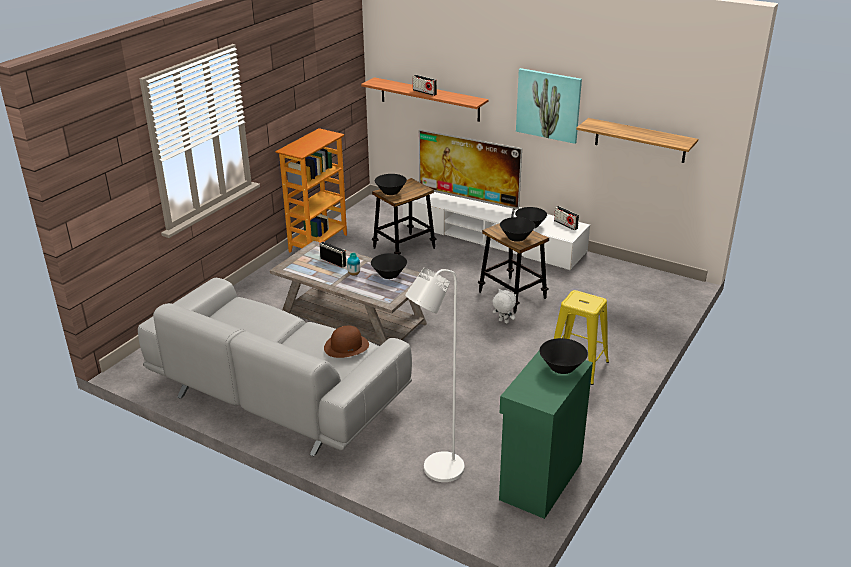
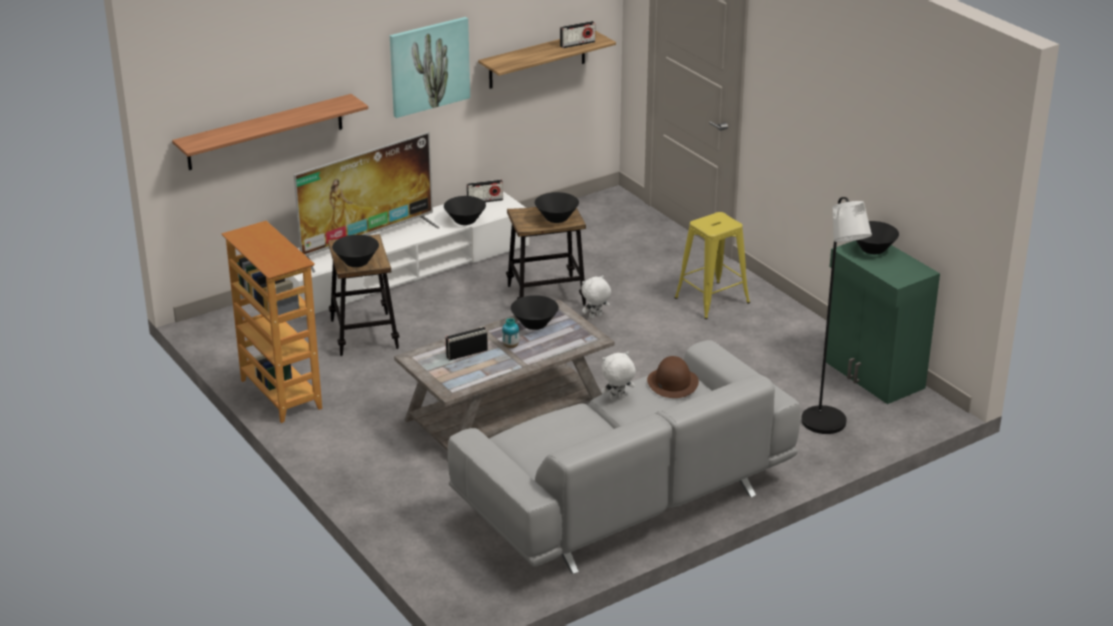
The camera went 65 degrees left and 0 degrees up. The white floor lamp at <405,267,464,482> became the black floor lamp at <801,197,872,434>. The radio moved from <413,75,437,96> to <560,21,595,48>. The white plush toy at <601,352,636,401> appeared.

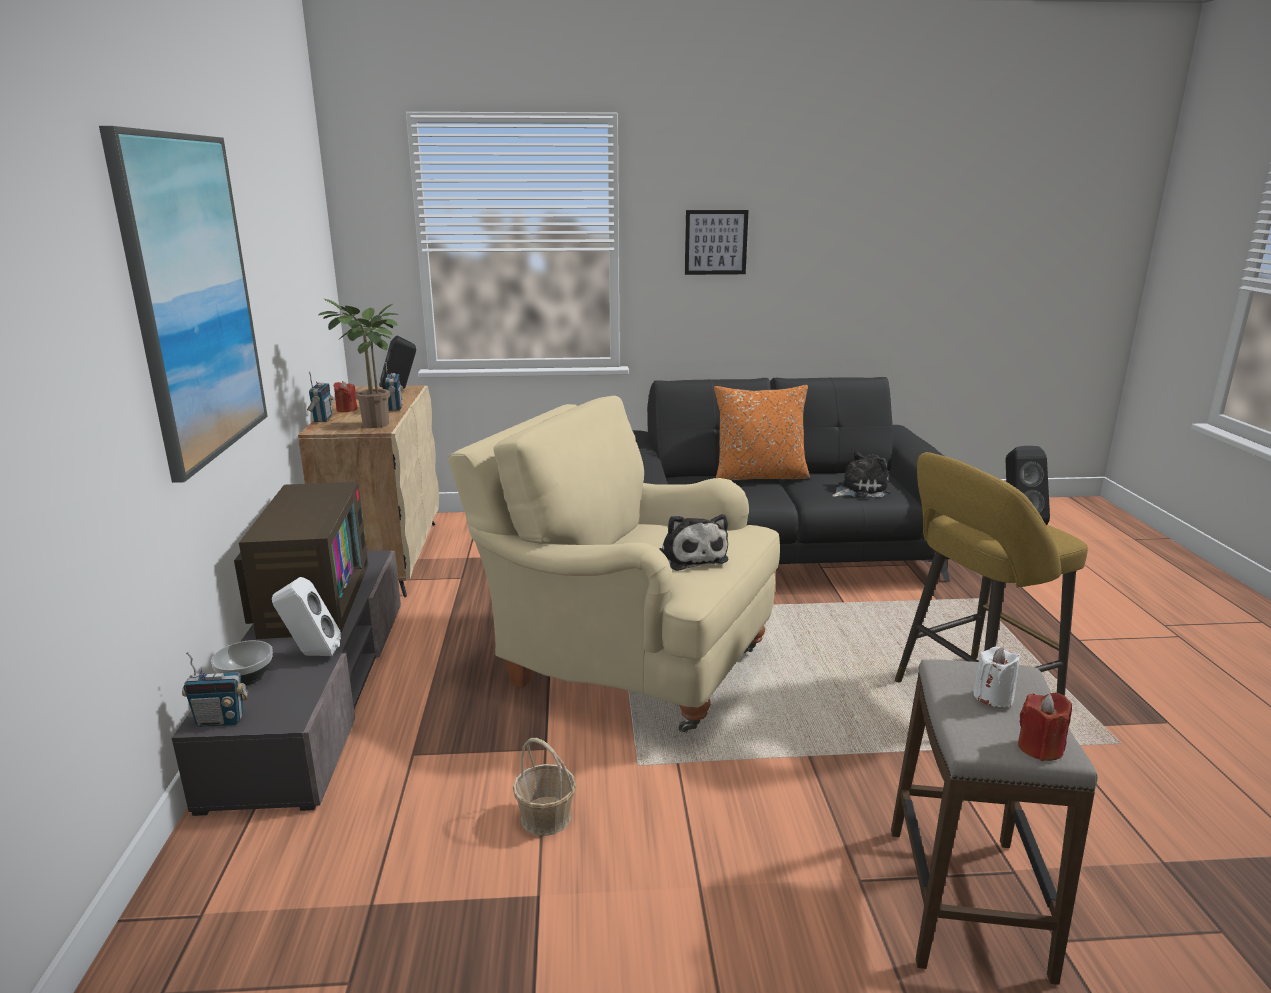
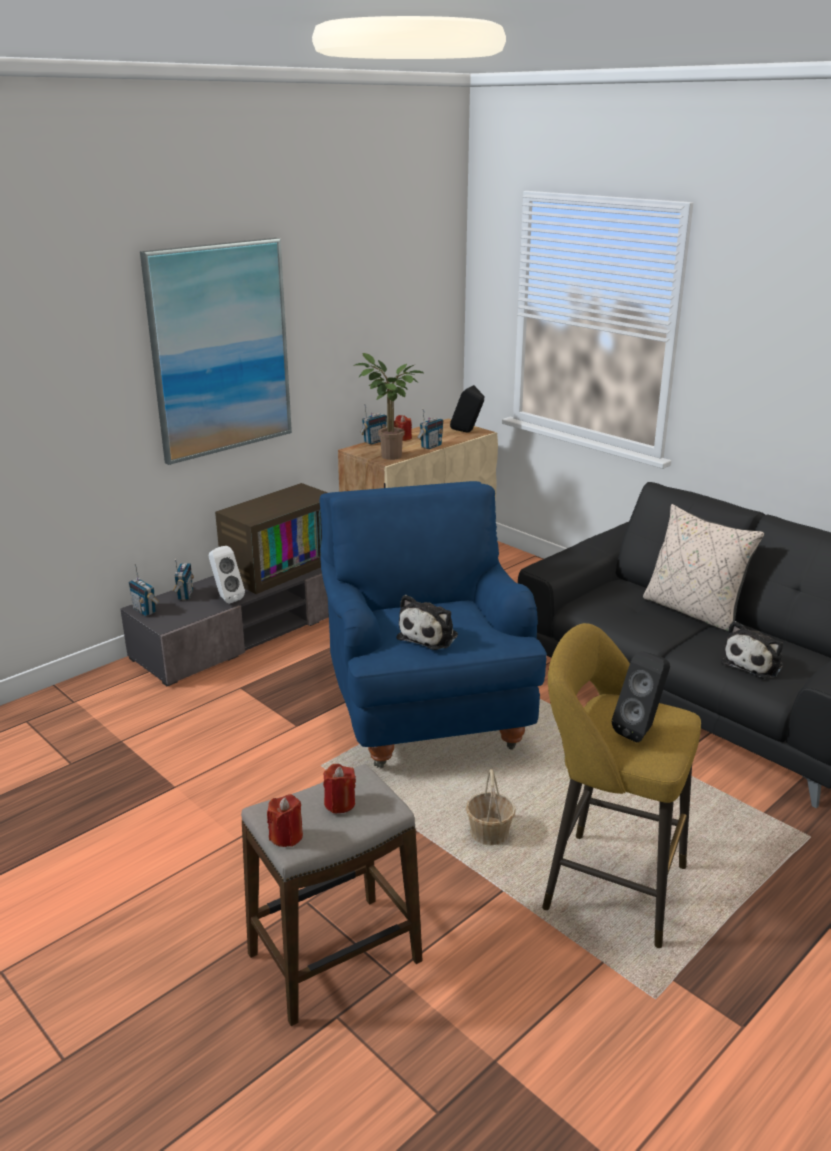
The camera went 50 degrees right and 5 degrees up. The bowl at <211,640,273,686> was replaced by the radio at <173,559,194,600>. The beige armchair at <448,396,780,733> became the blue armchair at <320,481,547,768>. The basket moved from <513,738,577,836> to <466,769,516,846>. The picture at <685,210,748,275> disappeared. The orange pillow at <714,385,810,480> became the beige pillow at <643,504,764,631>. The plush toy at <832,451,891,498> turned 105 degrees clockwise. The white candle at <973,647,1021,707> became the red candle at <323,764,356,813>.

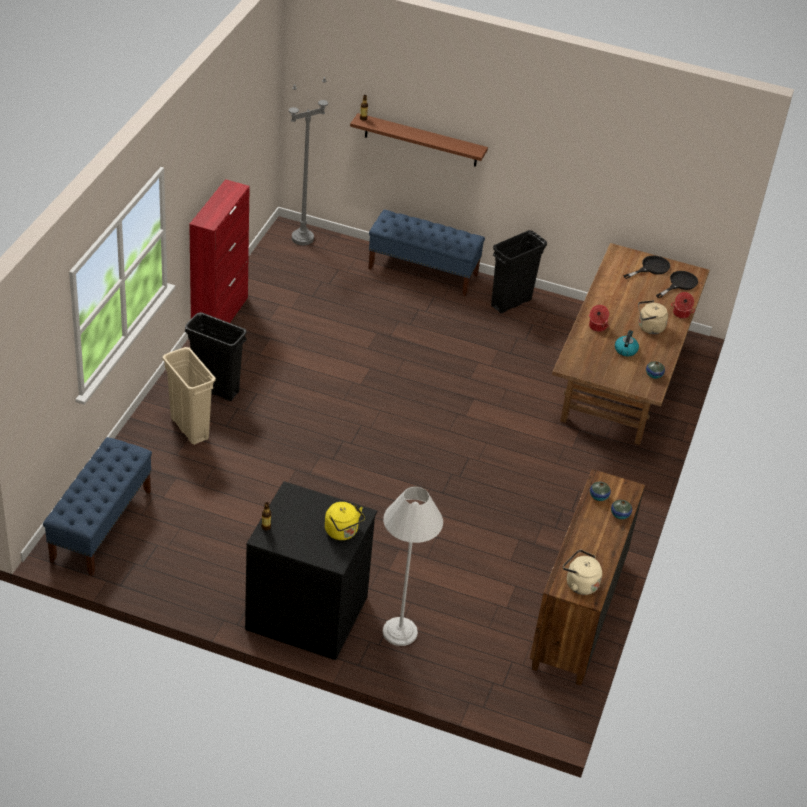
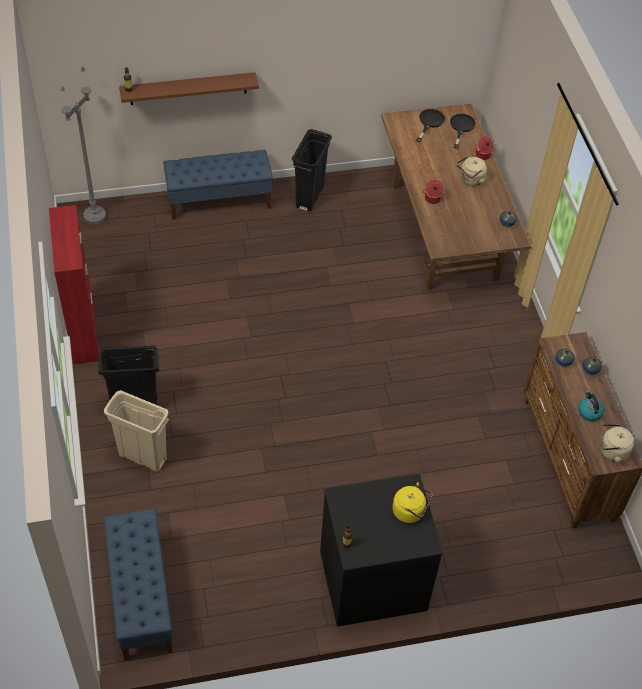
The camera went 30 degrees left and 10 degrees up. The white floor lamp at <383,486,443,646> disappeared. The kettle moved from <615,330,639,356> to <578,391,604,421>.

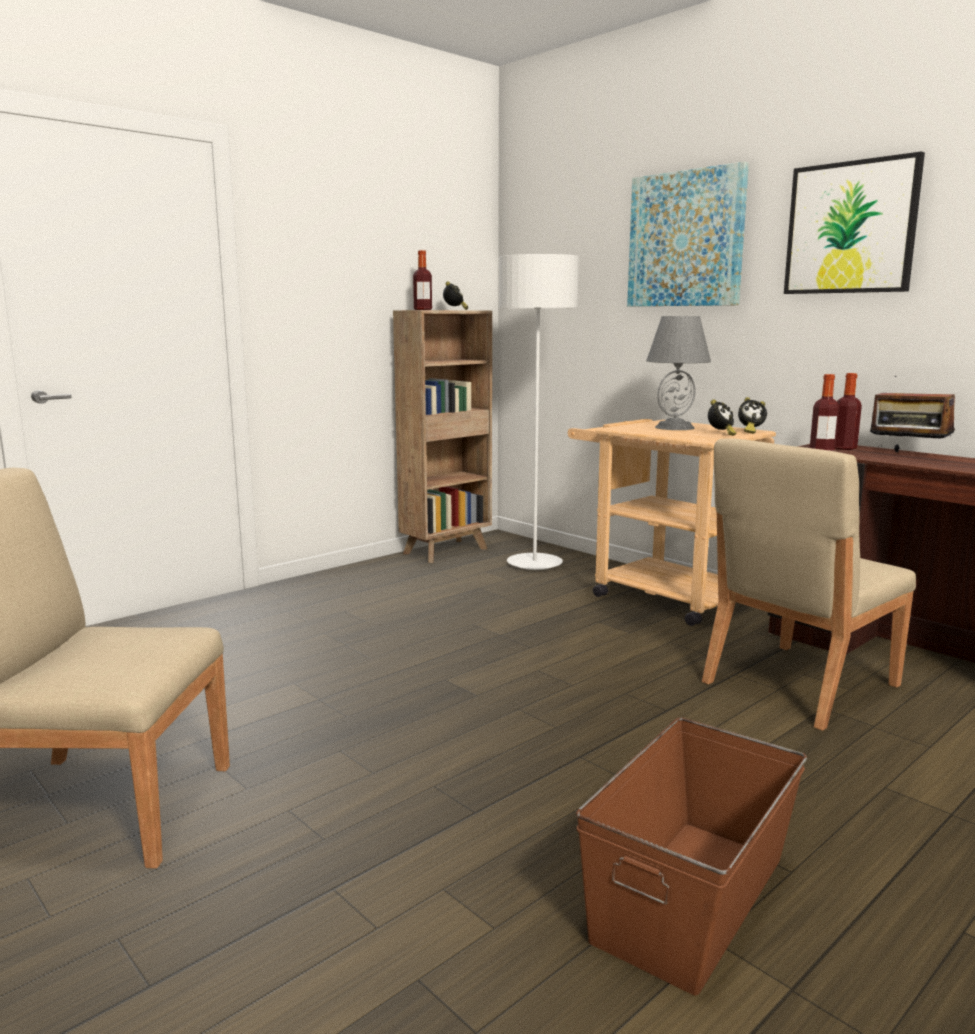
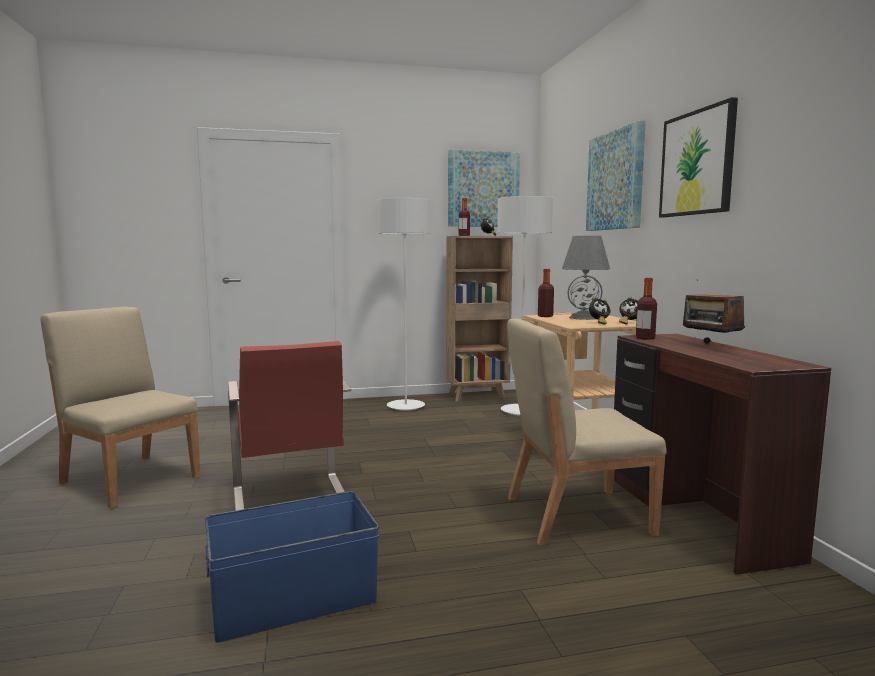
The camera went 30 degrees right and 5 degrees down. The brown storage box at <576,717,807,996> became the blue storage box at <205,491,379,643>. The bottle moved from <835,373,862,450> to <538,269,554,317>. The red chair at <228,341,351,510> appeared. The white floor lamp at <378,198,430,411> appeared. The picture at <448,149,520,227> appeared.

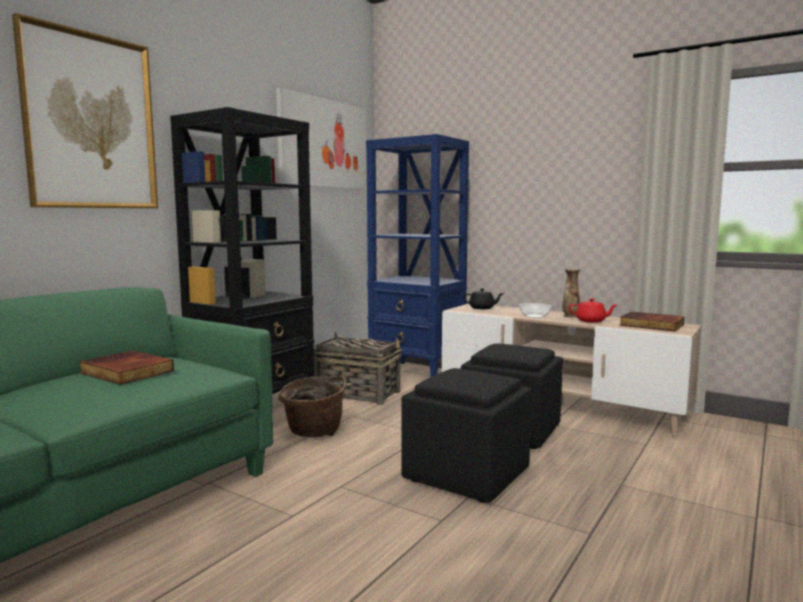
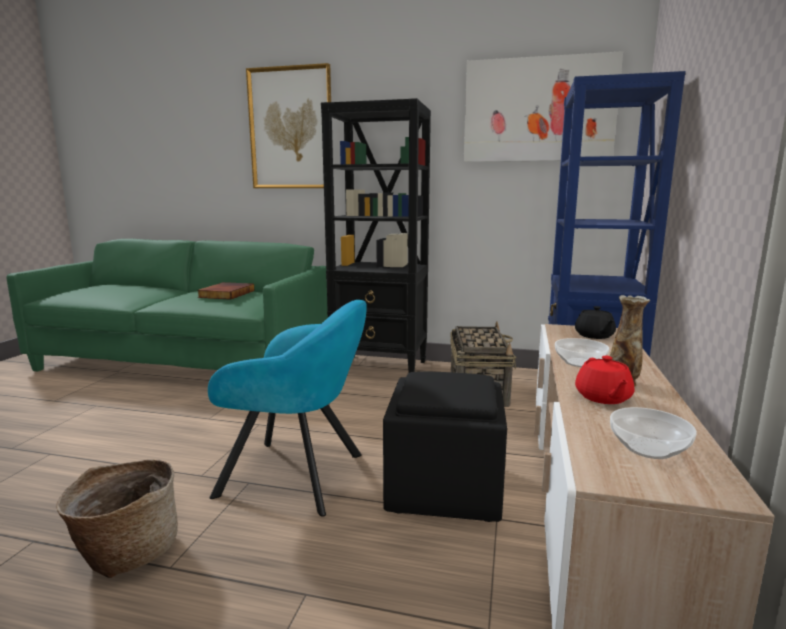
The camera went 70 degrees right and 5 degrees up. The basket moved from <278,375,346,437> to <56,459,178,578>. The black ottoman at <401,368,532,503> was replaced by the turquoise armchair at <208,300,367,517>. The book at <619,311,684,332> was replaced by the bowl at <610,407,697,459>.

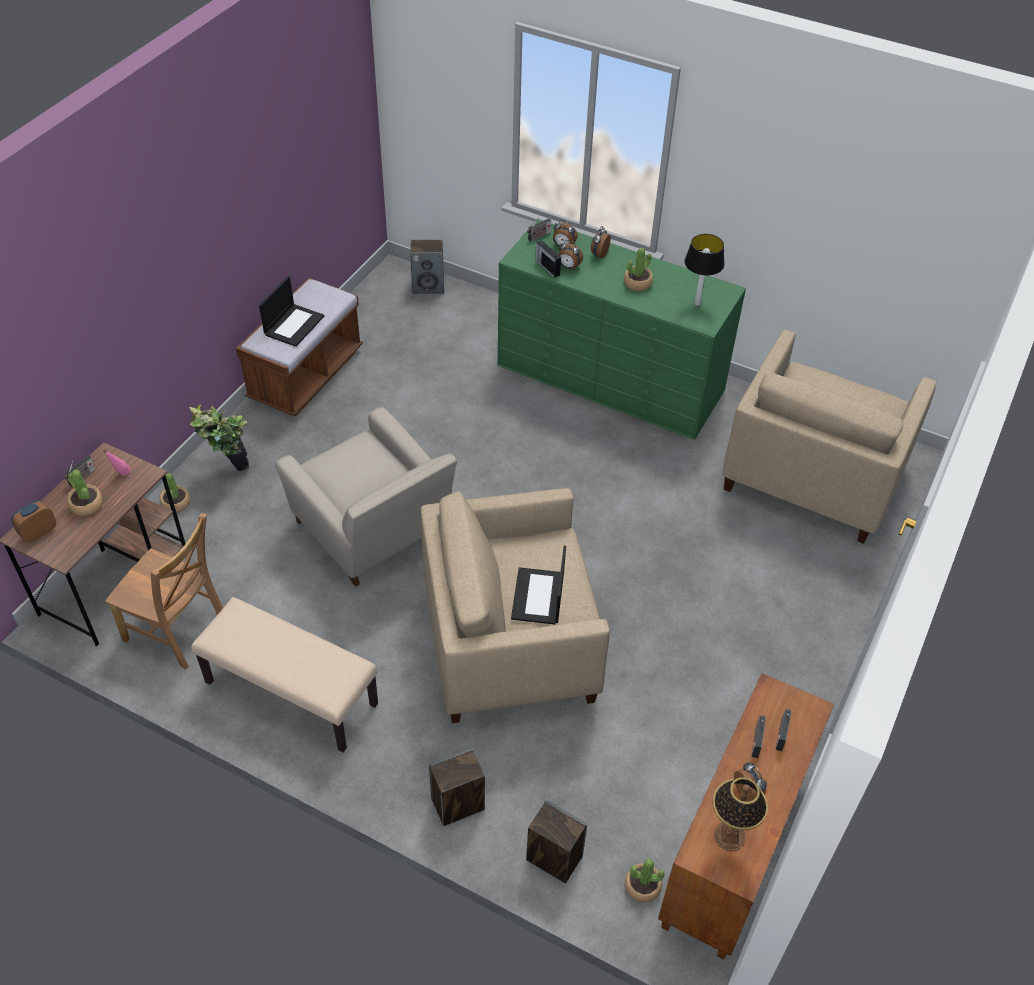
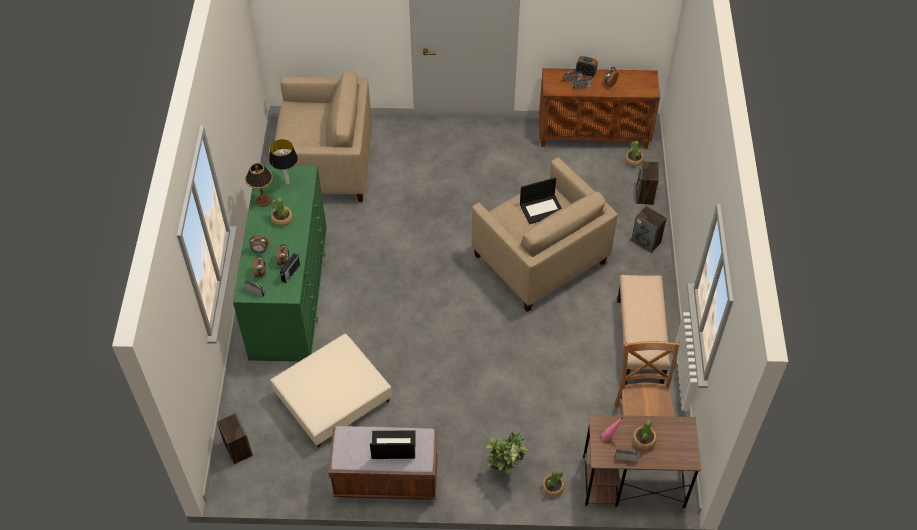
The camera went 115 degrees left and 5 degrees up. The alarm clock moved from <11,500,56,543> to <576,56,598,78>. The beige armchair at <275,407,457,587> disappeared. The table lamp moved from <712,777,768,851> to <245,163,273,207>. The beige ottoman at <271,334,392,448> appeared.

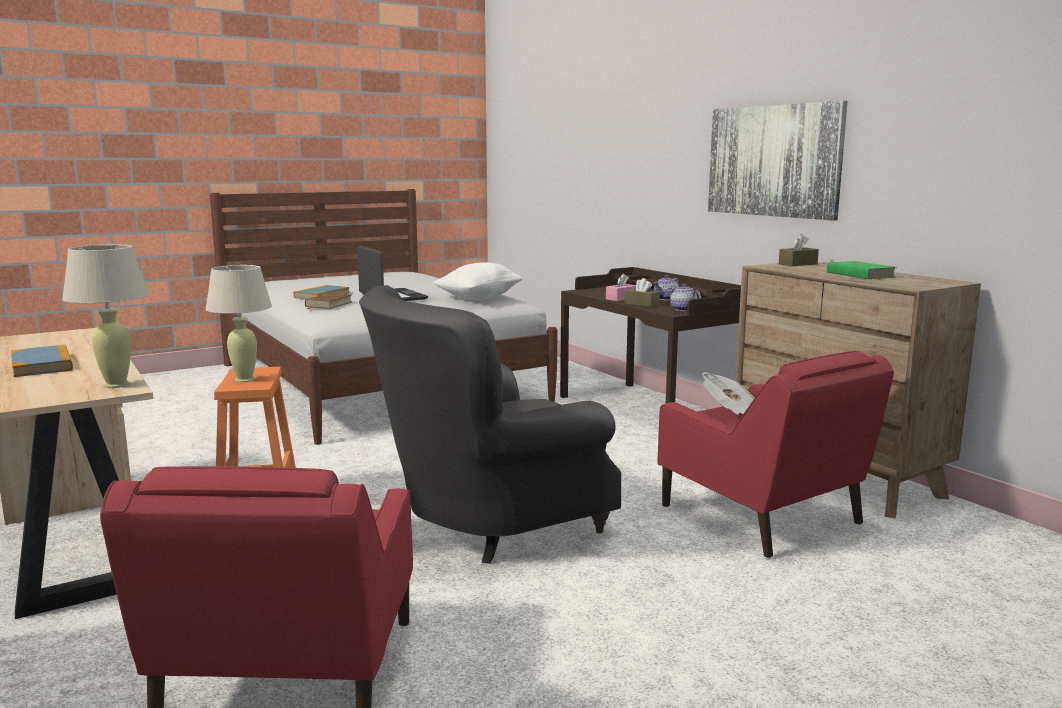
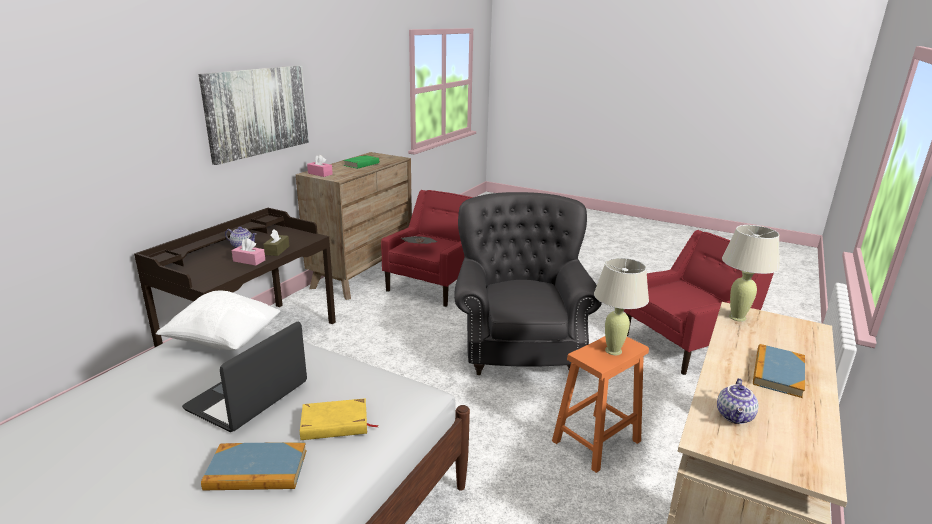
The camera went 120 degrees left and 10 degrees up. The brown book at <305,293,352,309> became the yellow book at <300,398,379,440>. The grey armchair at <359,285,621,564> turned 120 degrees counterclockwise. The teapot moved from <668,284,701,311> to <717,378,759,424>. The brown tissue box at <779,234,819,266> became the pink tissue box at <307,155,333,177>.

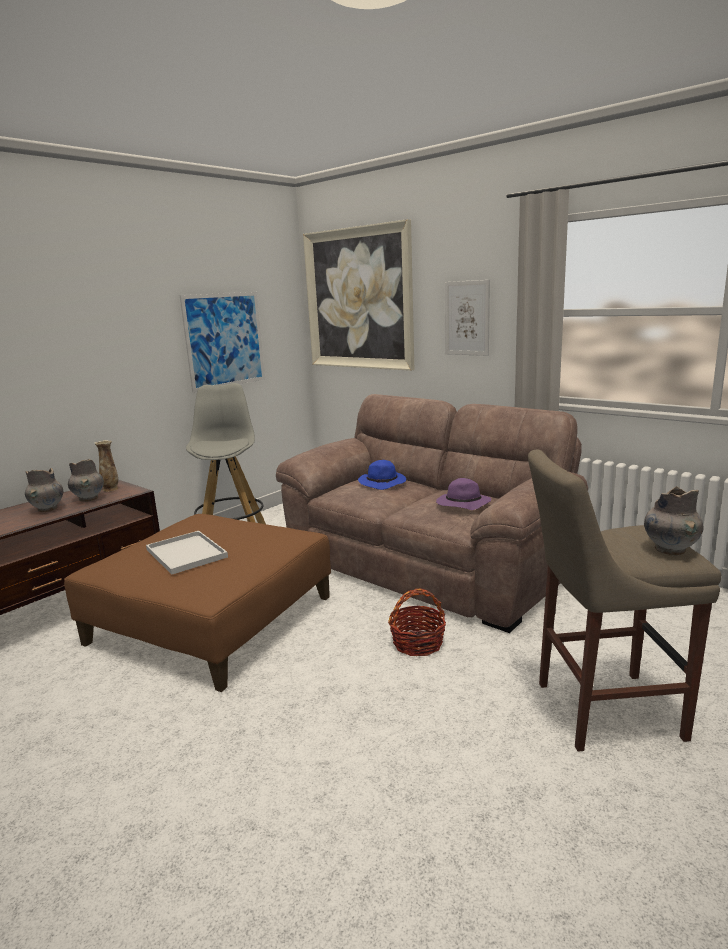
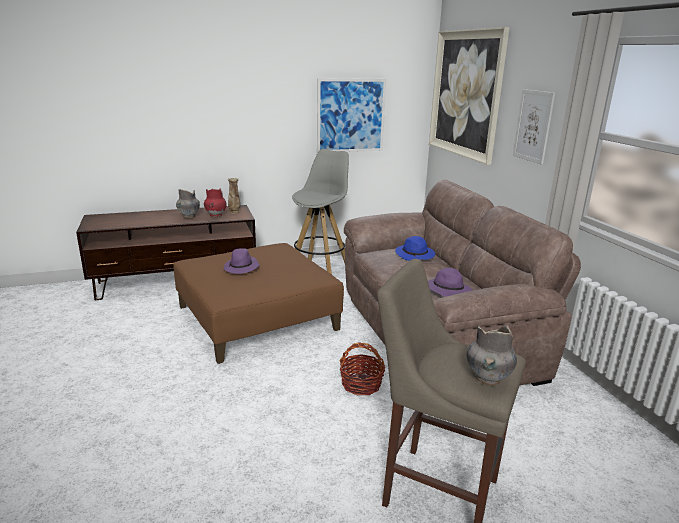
The camera went 30 degrees right and 5 degrees up. The grey vase at <68,459,104,502> became the red vase at <204,189,227,217>. The white tray at <146,531,228,575> was replaced by the purple hat at <223,248,260,274>.

